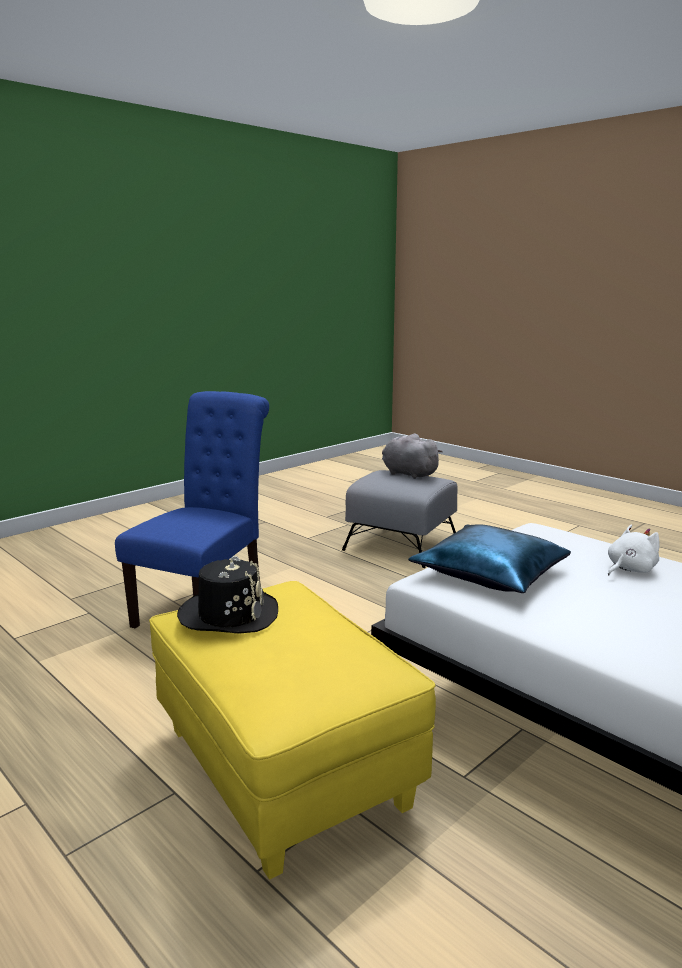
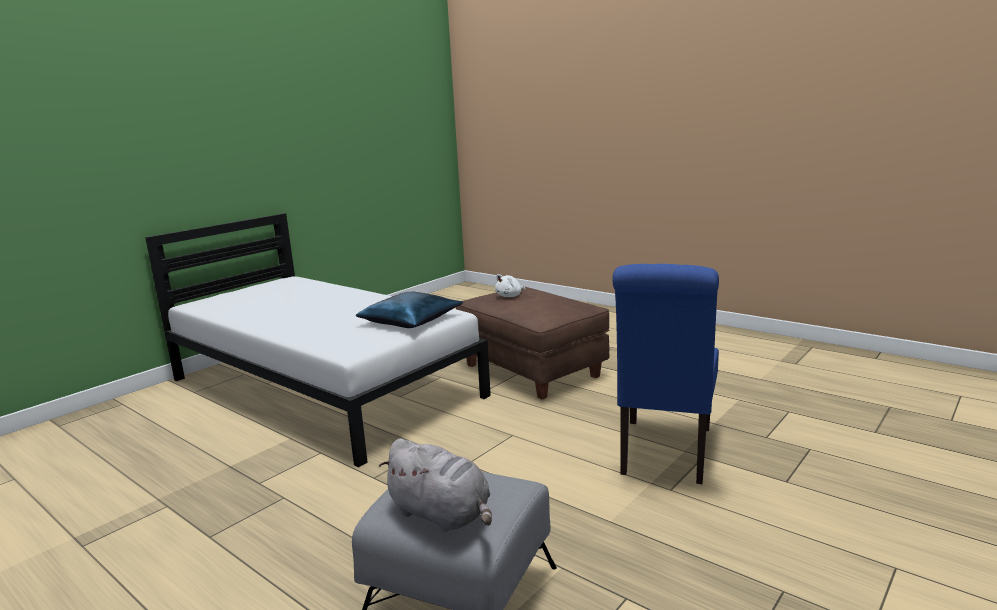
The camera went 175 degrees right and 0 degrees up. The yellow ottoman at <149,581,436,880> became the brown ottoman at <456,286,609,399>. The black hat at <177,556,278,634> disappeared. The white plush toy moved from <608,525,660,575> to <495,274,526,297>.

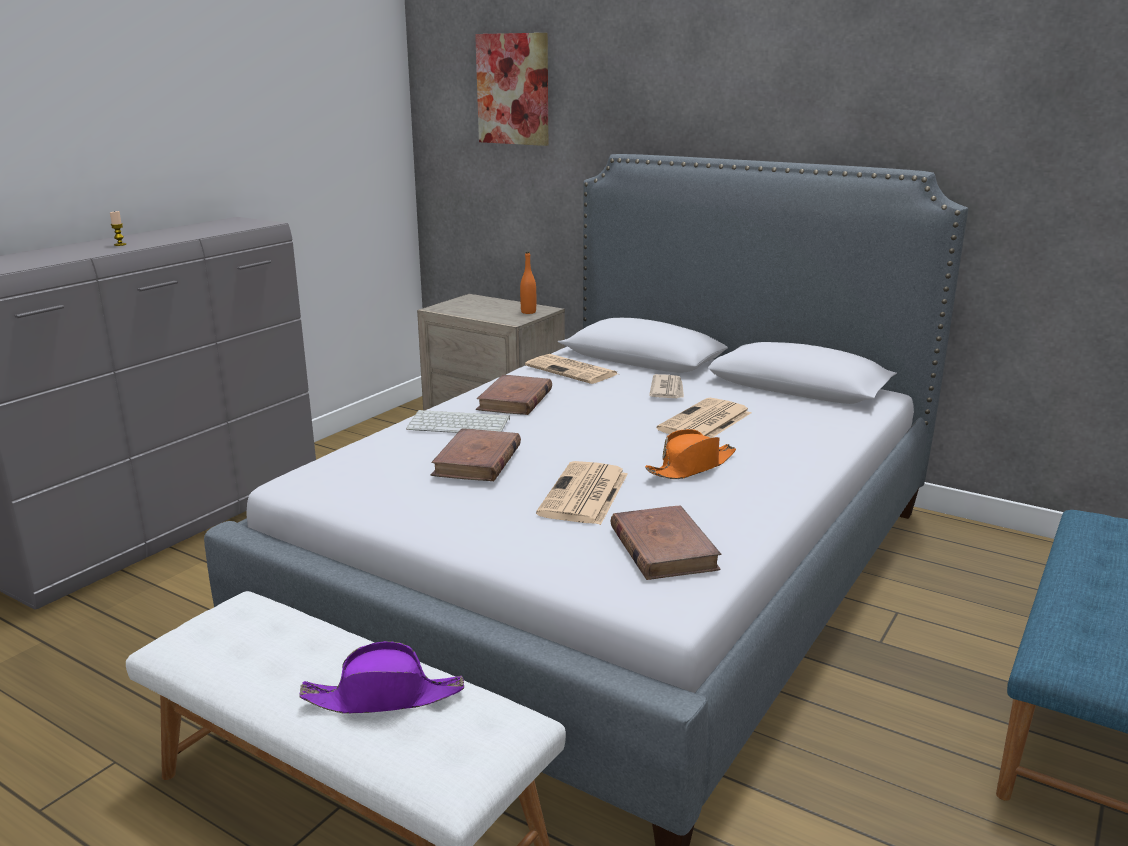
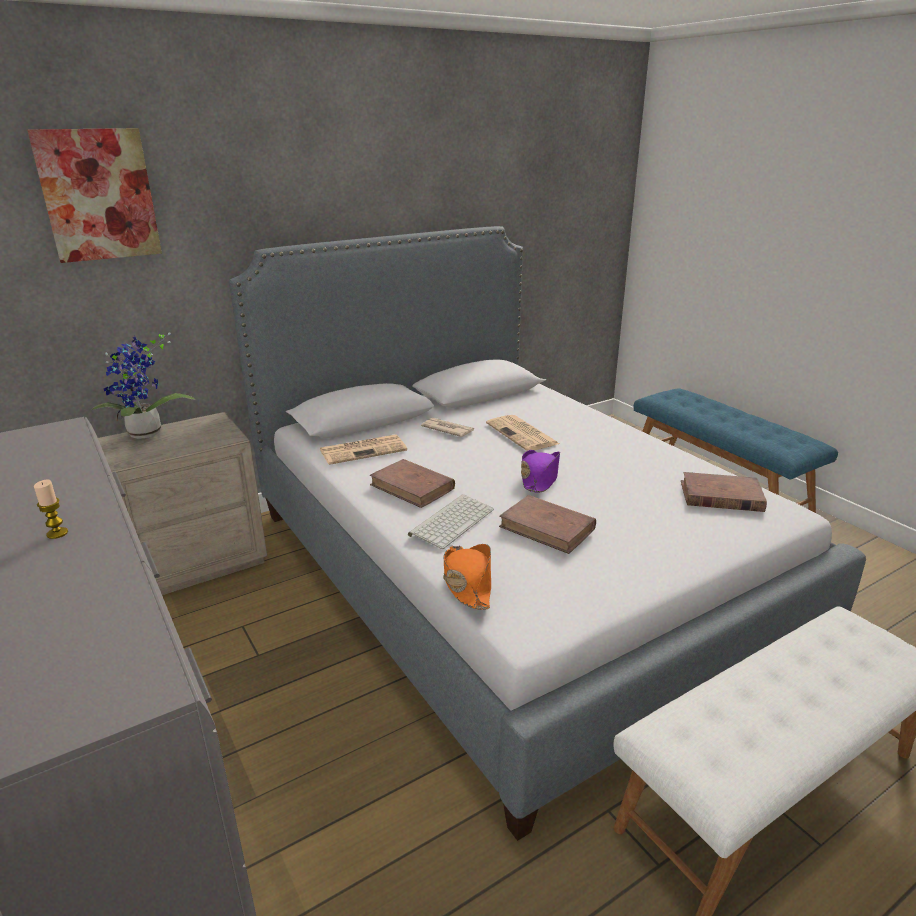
The camera went 65 degrees left and 5 degrees up. The purple hat moved from <299,641,464,714> to <521,450,560,493>. The orange bottle at <520,252,536,314> disappeared. The newspaper at <536,461,627,525> disappeared. The orange hat moved from <645,429,736,479> to <443,544,491,610>. The potted plant at <92,332,194,439> appeared.

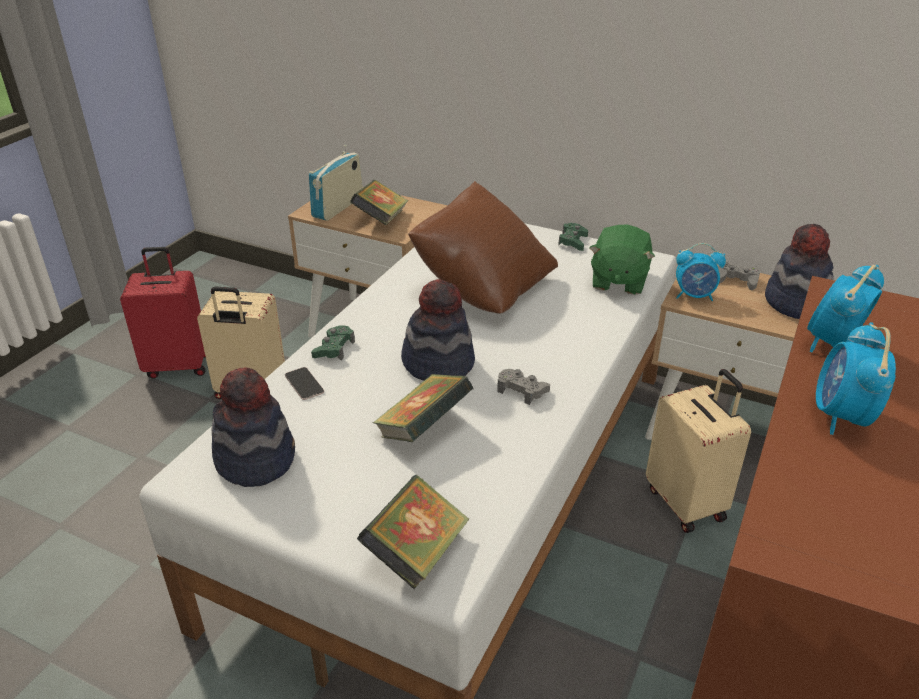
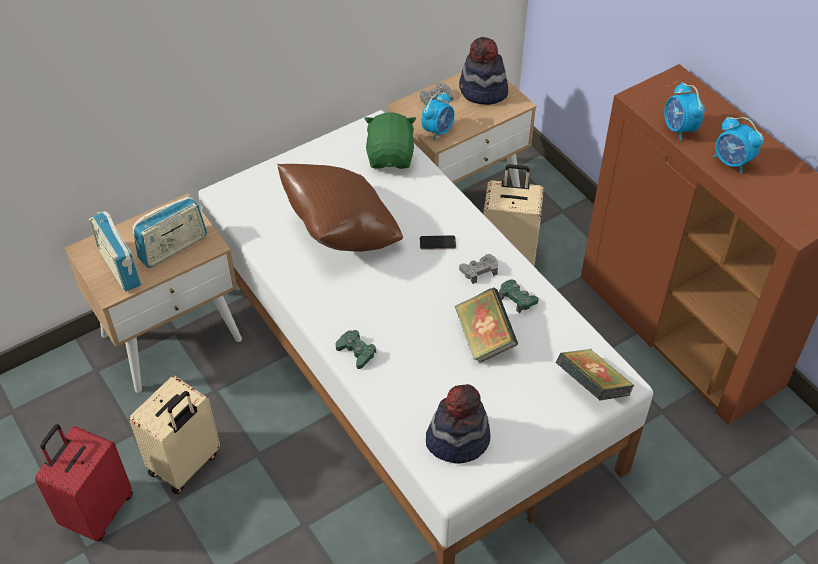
The camera went 60 degrees left and 15 degrees up. The phone moved from <285,367,324,400> to <420,235,456,250>. The book at <350,180,408,225> was replaced by the radio at <133,196,207,268>. The hat at <401,279,475,381> disappeared. The green game controller moved from <558,223,588,251> to <499,279,539,313>. The green plush toy at <589,224,655,295> turned 135 degrees counterclockwise.

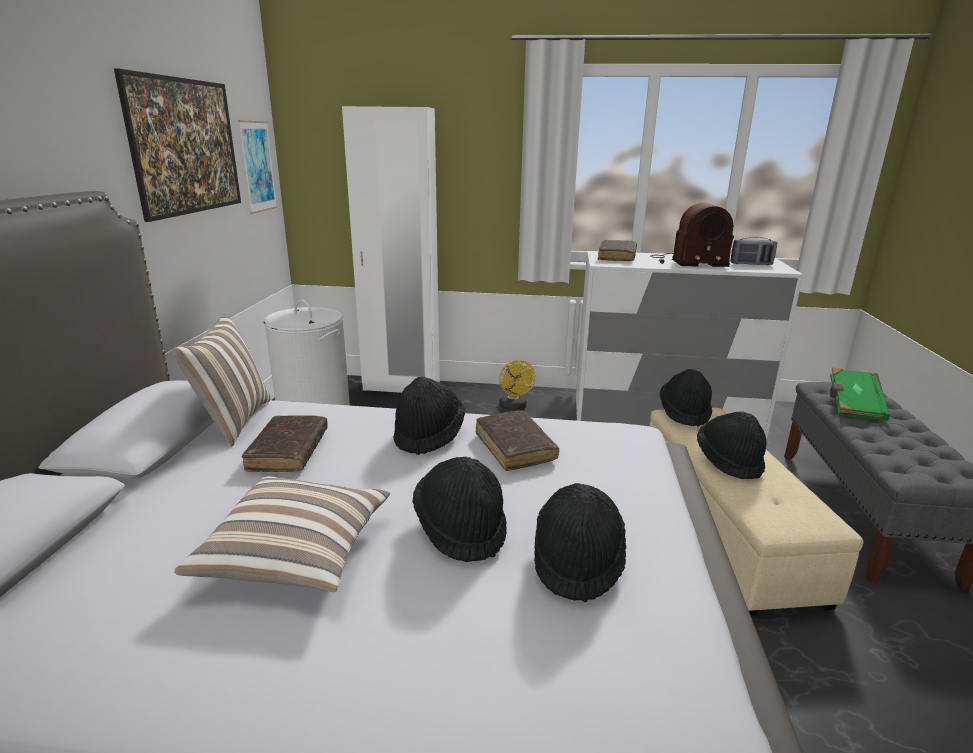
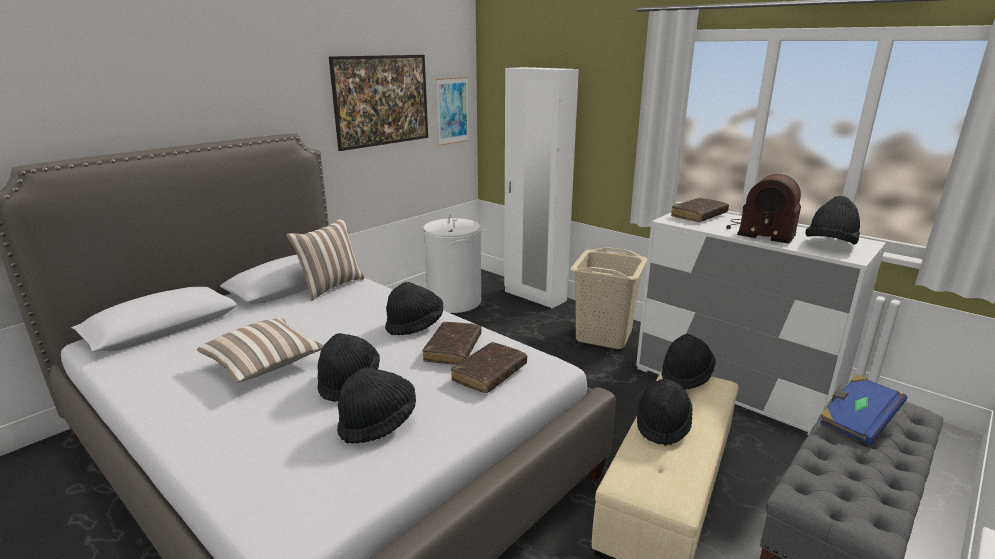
The camera went 35 degrees right and 0 degrees up. The brown book moved from <242,415,328,472> to <451,342,527,393>. The yellow fan at <499,360,536,411> was replaced by the beige laundry basket at <570,247,647,349>. The radio at <730,237,777,265> was replaced by the black hat at <805,196,860,245>. The green book at <830,368,890,421> became the blue book at <820,374,907,445>.

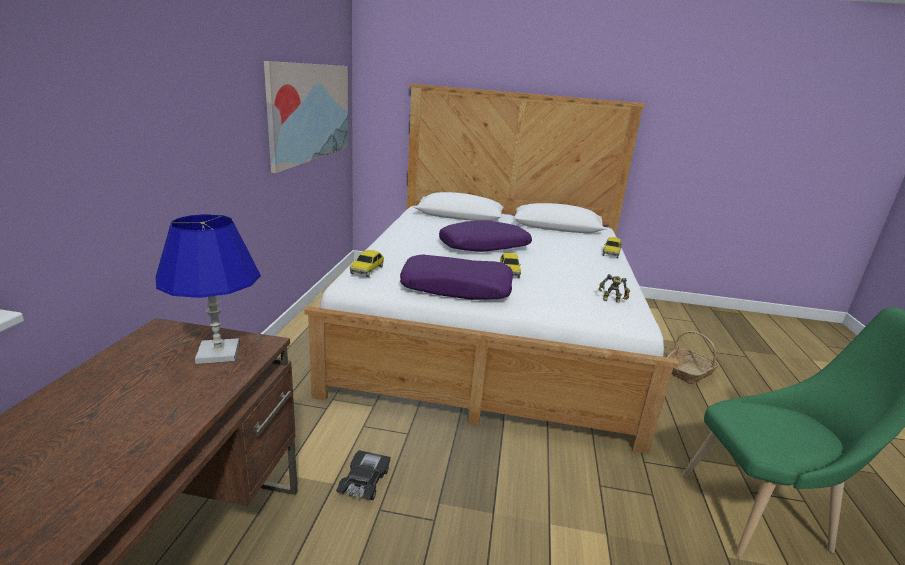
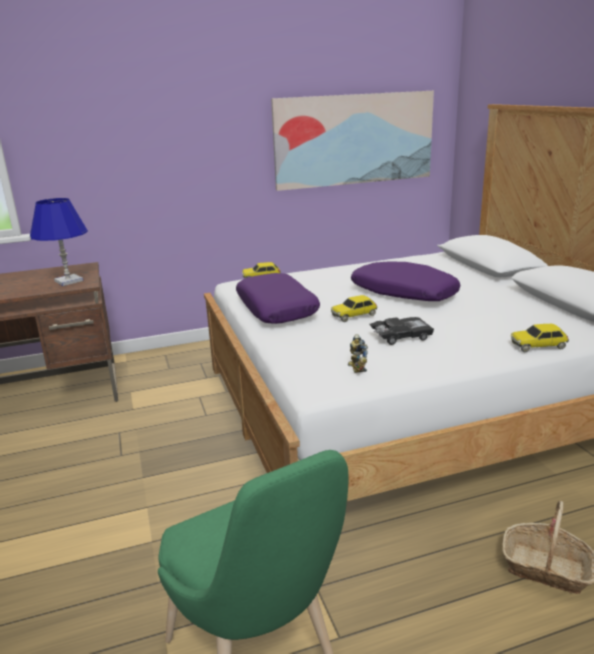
The camera went 65 degrees right and 0 degrees up. The black toy car moved from <336,450,391,500> to <370,317,434,345>.

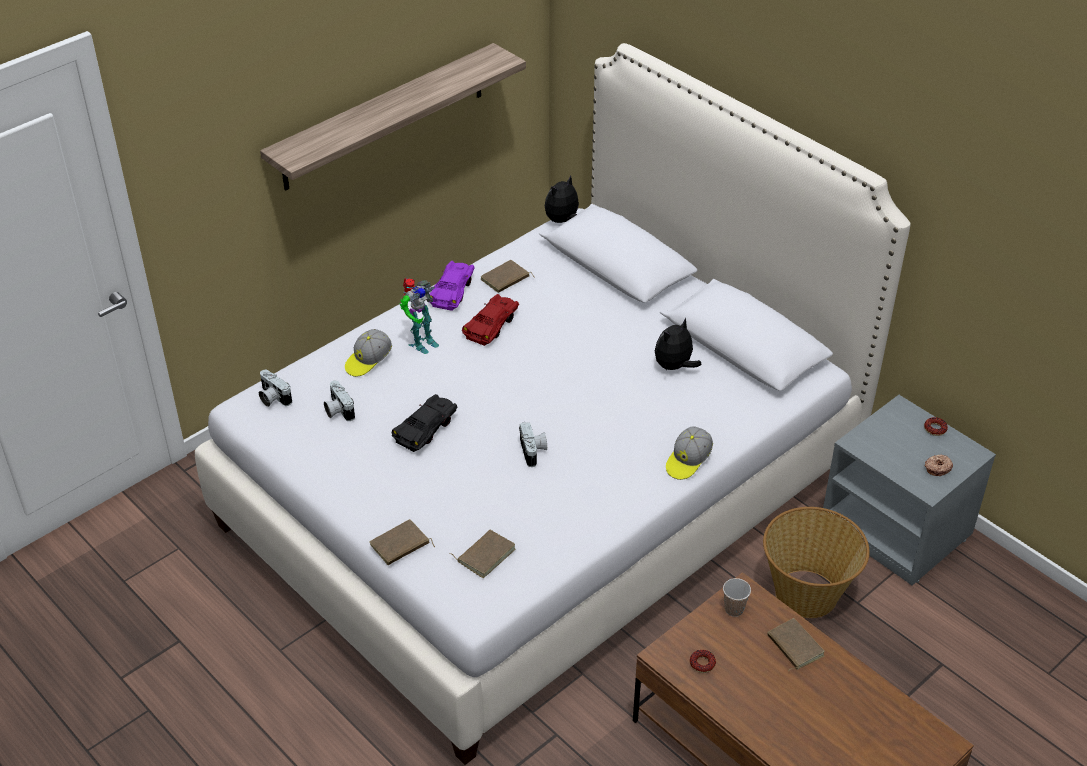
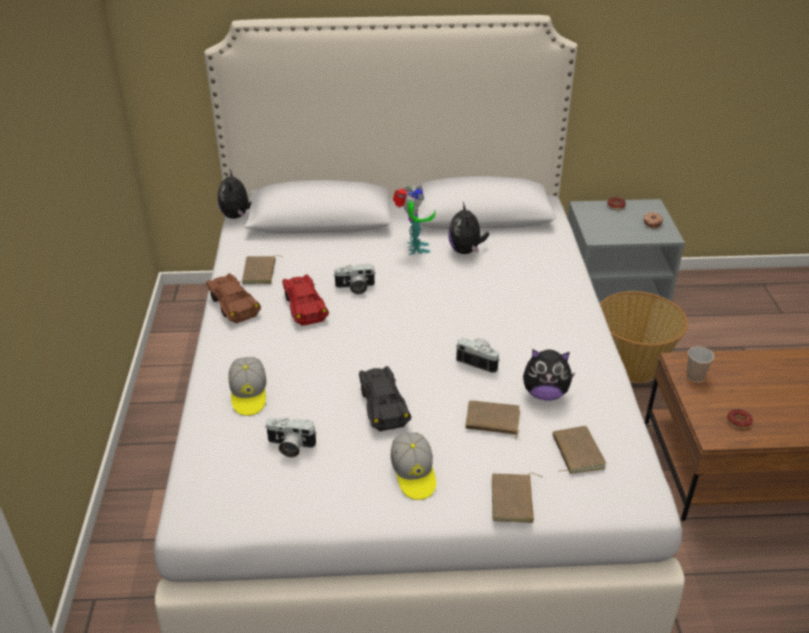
The camera went 50 degrees left and 5 degrees down. The photo camera moved from <259,370,292,407> to <333,264,375,294>. The shelf at <260,43,526,191> disappeared. The toy robot moved from <400,278,439,354> to <393,186,436,255>. The purple toy car at <429,261,475,311> became the brown toy car at <206,273,261,323>. The cap moved from <666,426,713,480> to <390,432,436,500>. The brown book moved from <768,618,825,671> to <465,400,520,440>. The plush toy at <523,349,575,401> appeared.

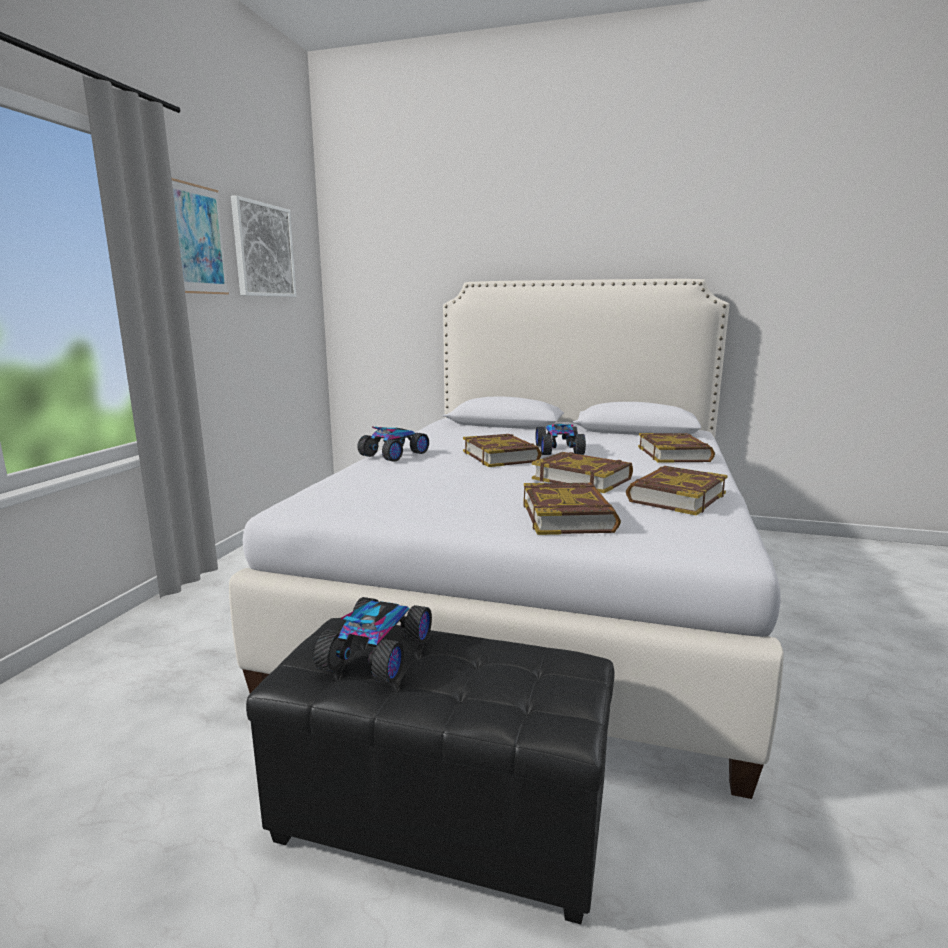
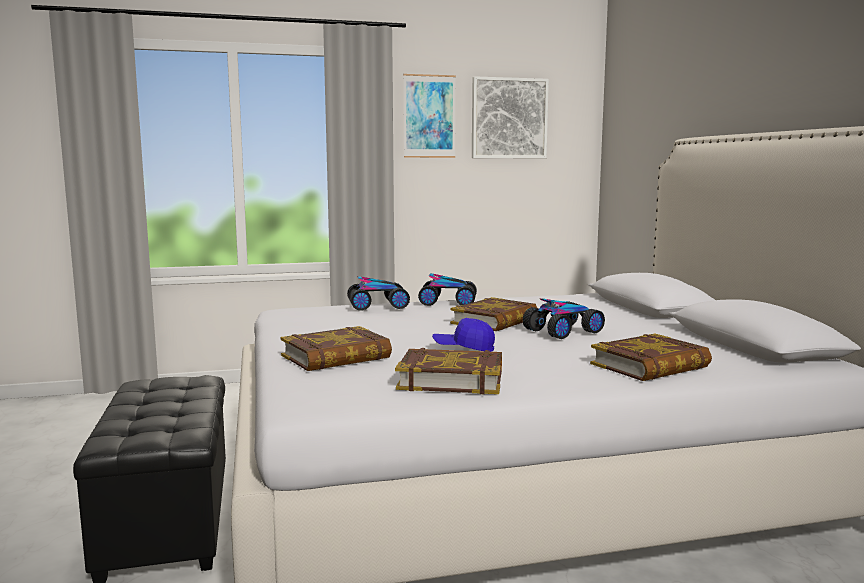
The camera went 60 degrees right and 5 degrees down. The toy car moved from <314,597,432,684> to <347,276,410,311>. The book at <532,452,633,493> was replaced by the blue cap at <432,318,495,352>.

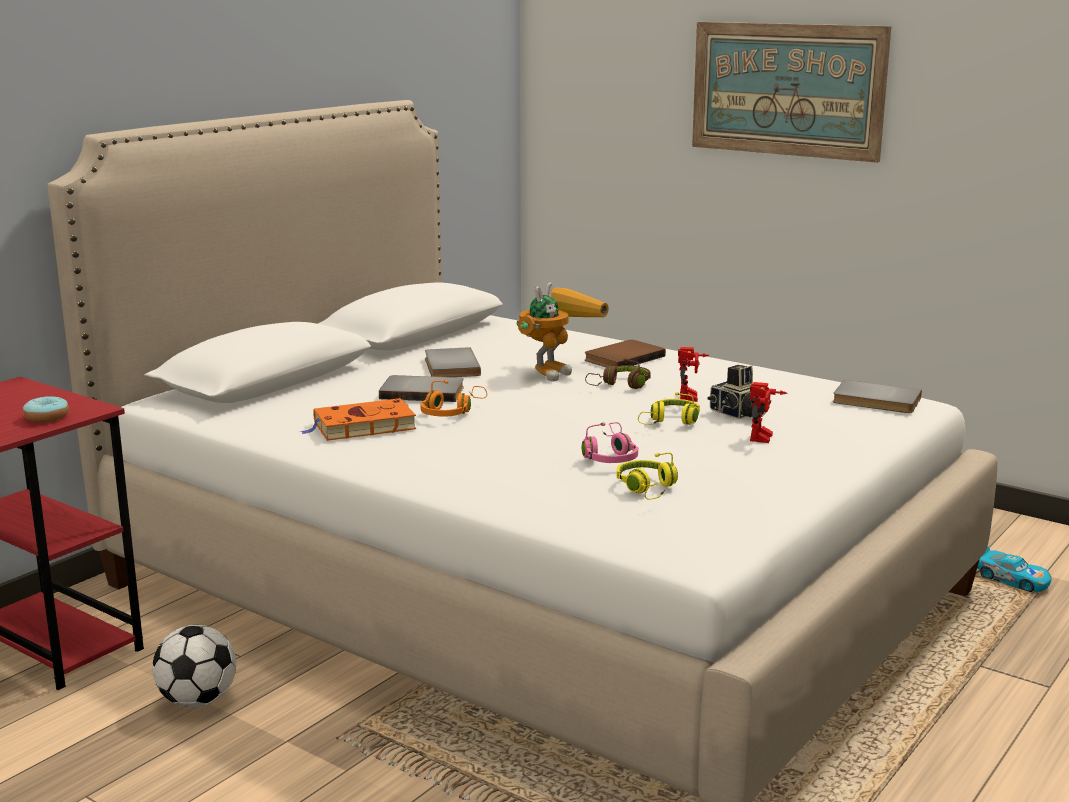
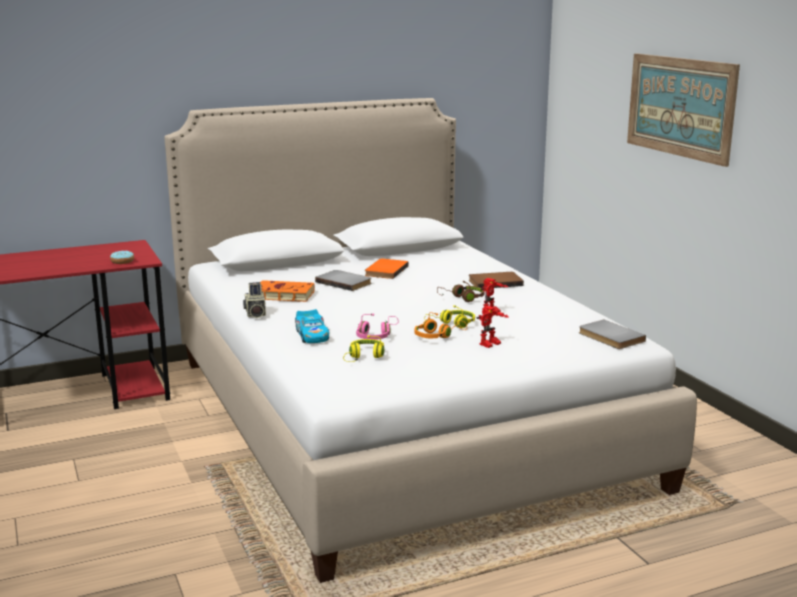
The camera went 30 degrees right and 0 degrees up. The football at <152,625,236,707> disappeared. The orange headphones moved from <420,380,487,416> to <415,312,467,338>. The grey book at <425,347,481,377> became the orange book at <365,259,409,279>. The toy robot at <517,283,609,382> disappeared. The photo camera moved from <708,365,766,419> to <243,282,266,318>. The toy car moved from <977,546,1052,592> to <295,309,329,343>.

